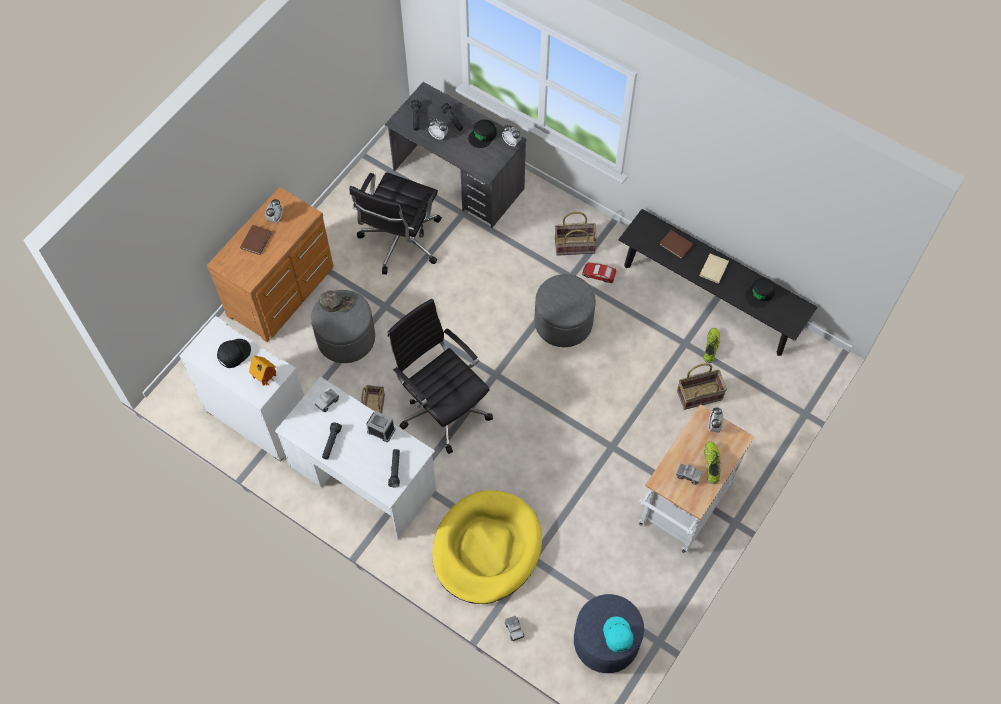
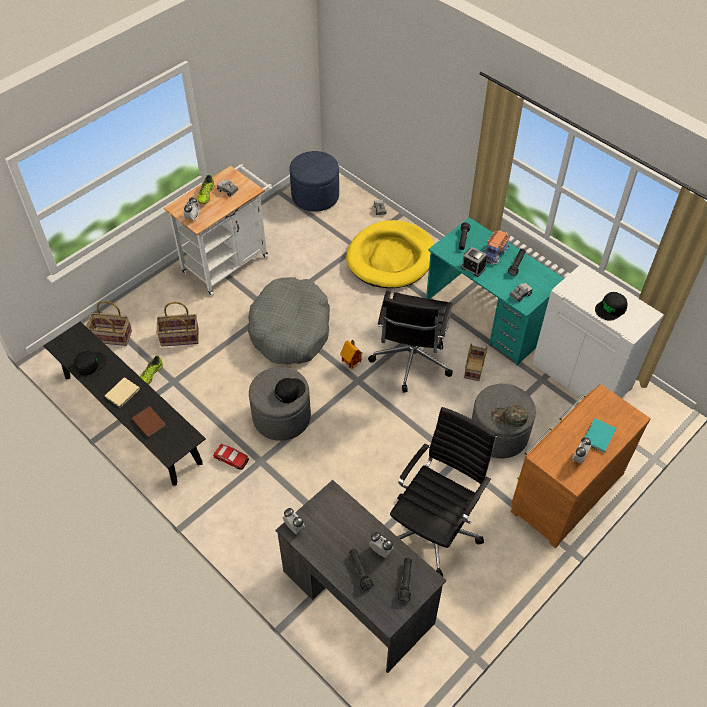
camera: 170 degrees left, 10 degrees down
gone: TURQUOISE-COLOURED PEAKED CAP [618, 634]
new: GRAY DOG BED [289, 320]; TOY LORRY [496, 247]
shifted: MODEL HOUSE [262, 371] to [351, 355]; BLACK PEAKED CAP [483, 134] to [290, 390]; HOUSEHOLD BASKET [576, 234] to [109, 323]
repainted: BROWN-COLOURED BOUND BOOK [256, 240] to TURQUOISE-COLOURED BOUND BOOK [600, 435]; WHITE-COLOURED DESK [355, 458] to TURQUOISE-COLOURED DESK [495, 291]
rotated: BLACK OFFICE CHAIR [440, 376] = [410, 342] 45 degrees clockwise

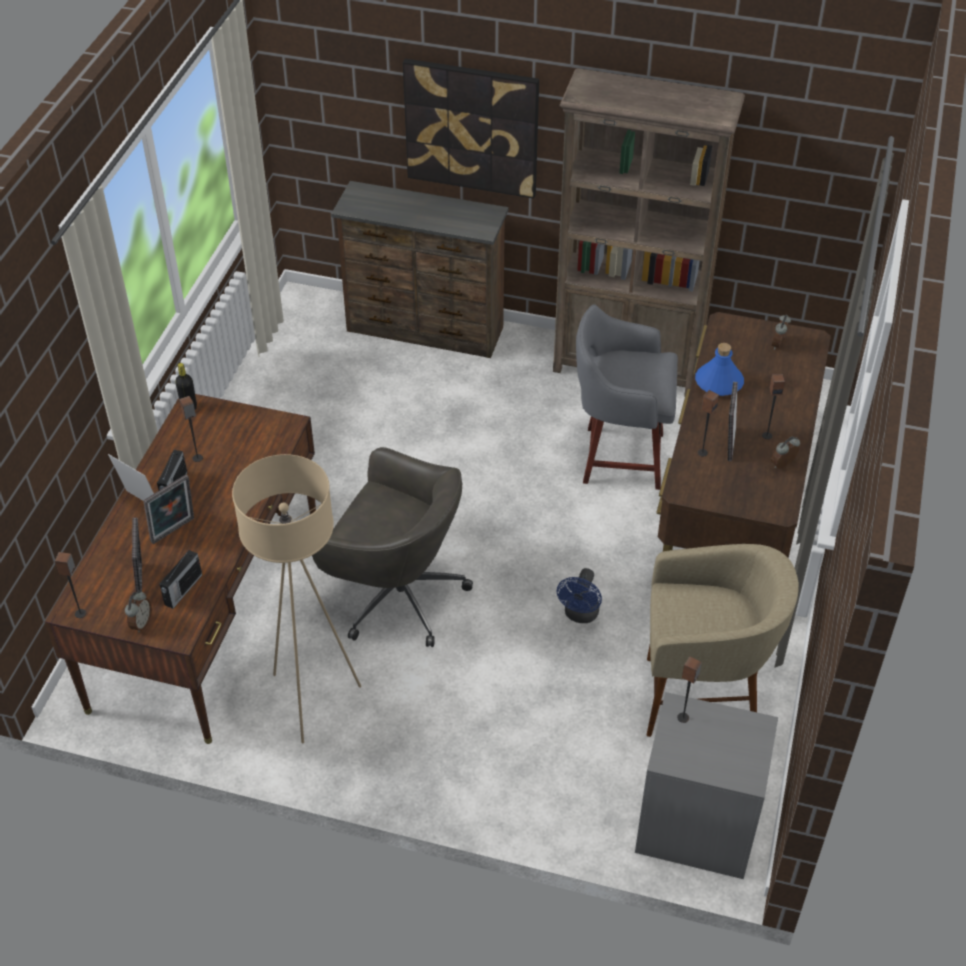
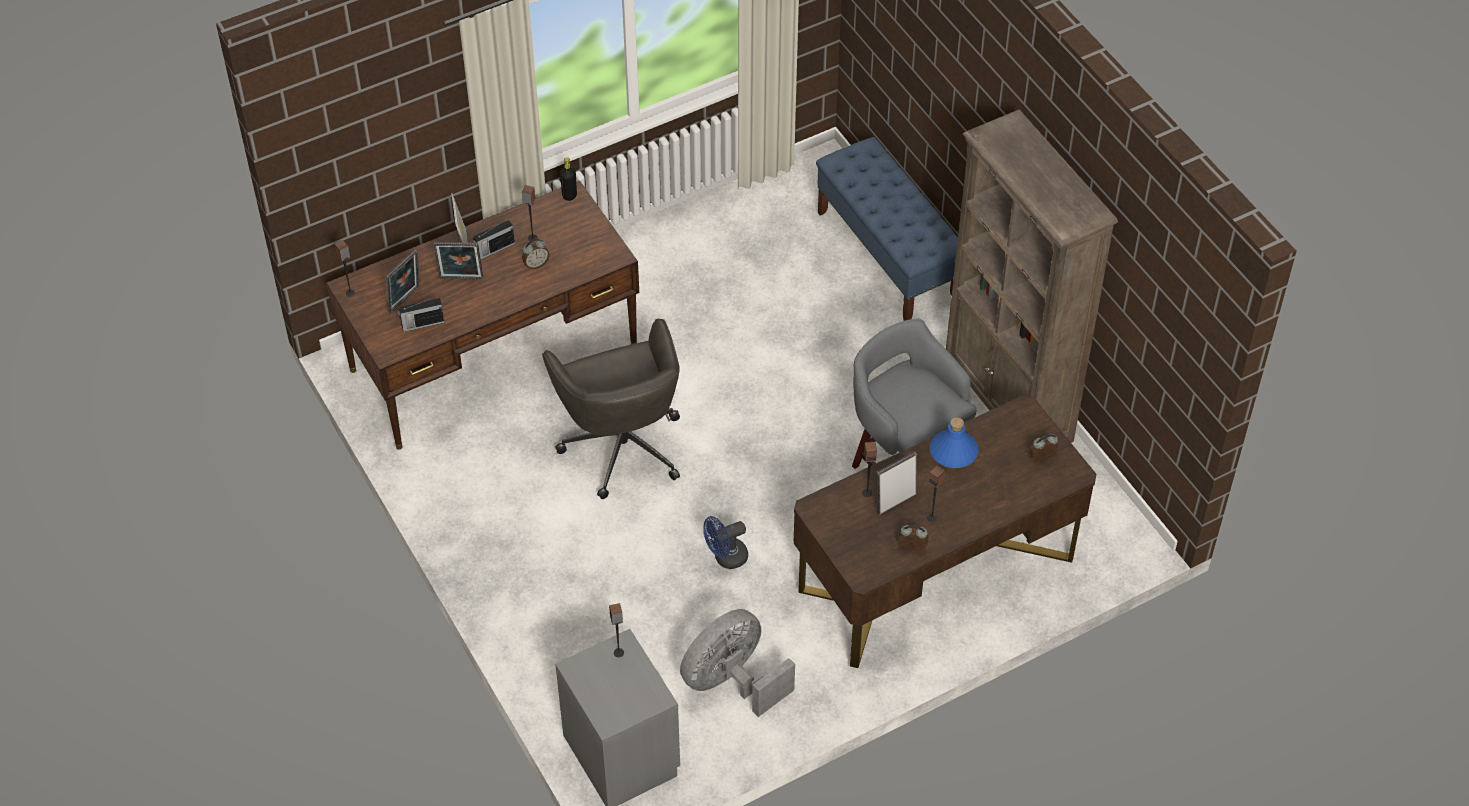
camera: 45 degrees right, 5 degrees up
gone: BEIGE STANDARD LAMP [296, 598]; WALL PICTURE [471, 129]
shifted: ALARM CLOCK [138, 612] to [536, 254]
swapped: BROWN-COLOURED CHEST OF DRAWERS [419, 269] to BLUE BENCH [887, 229]; BEIGE SITTING STOOL [723, 640] to GRAY COOLING FAN [737, 663]

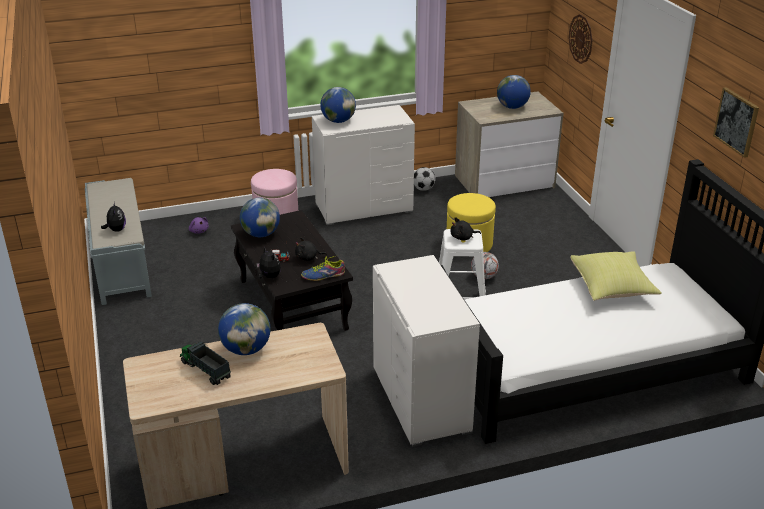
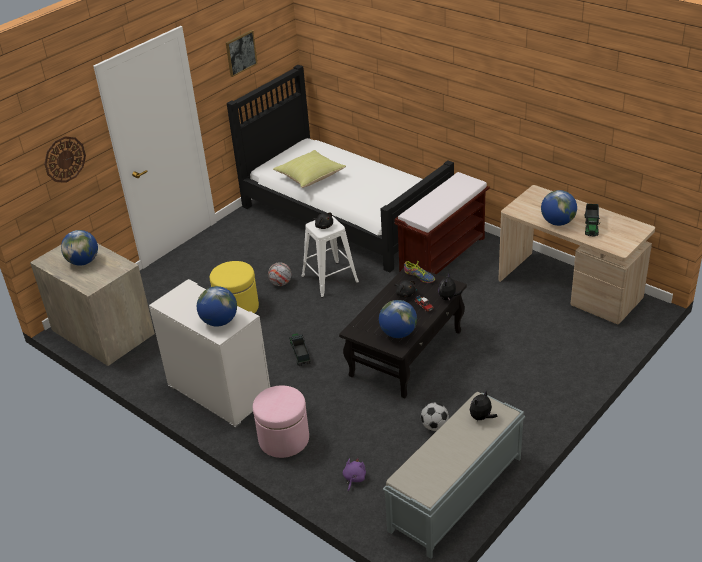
camera: 120 degrees left, 5 degrees up
new: TOY LORRY [299, 350]
shifted: FOOTBALL [424, 179] to [435, 417]
swapped: WHITE-COLOURED CHEST OF DRAWERS [426, 350] to BROWN-COLOURED BENCH [442, 223]

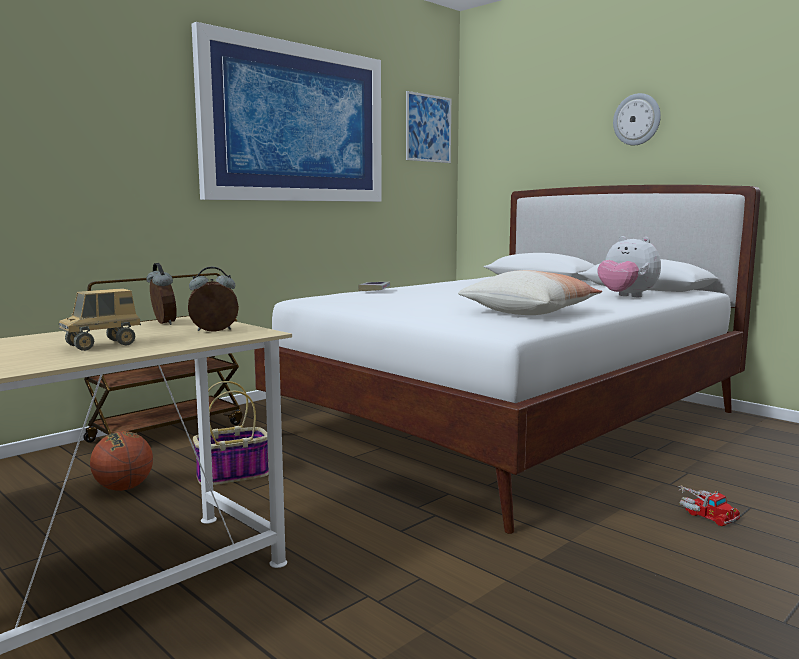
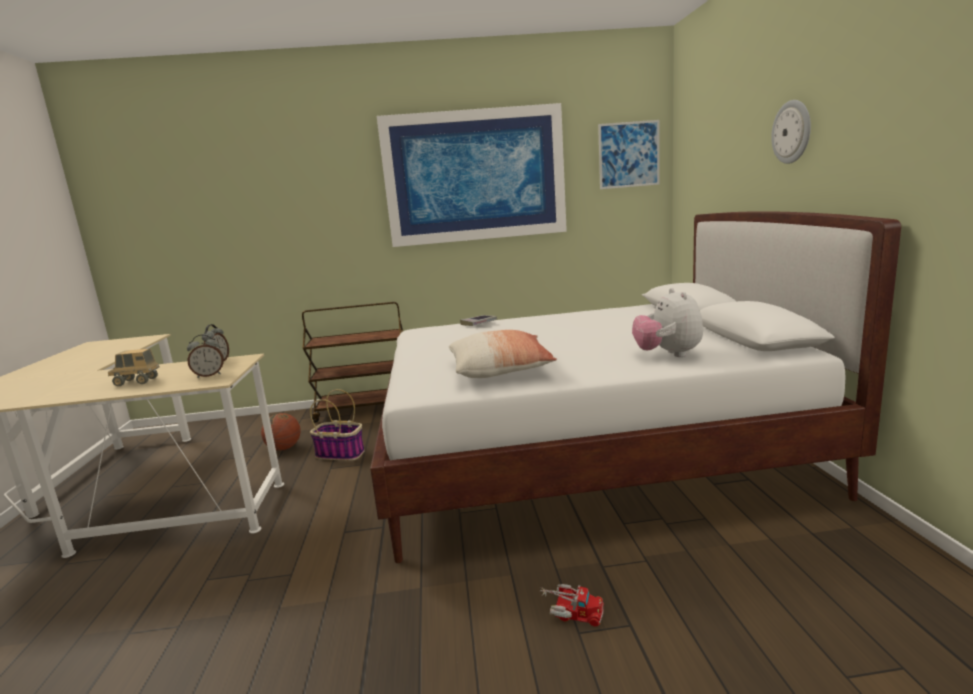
camera: 40 degrees right, 5 degrees up
rotated: ALARM CLOCK [213, 299] = [205, 356] 135 degrees clockwise; TOY LORRY [709, 505] = [572, 605] 75 degrees counterclockwise

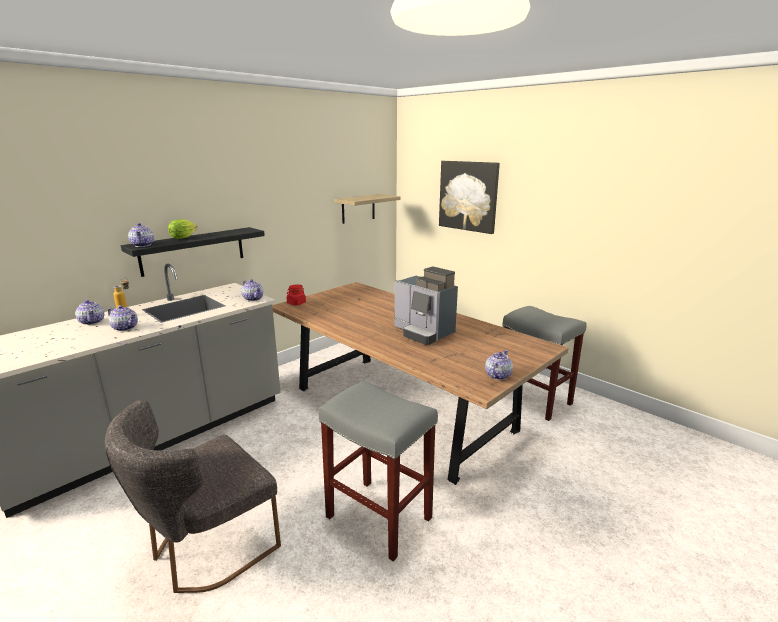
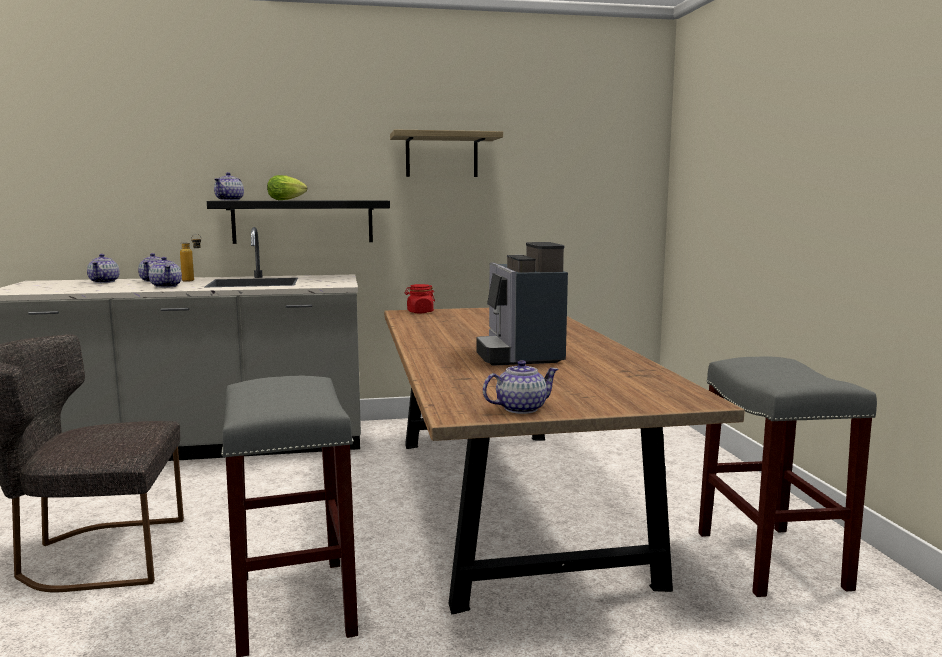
camera: 35 degrees right, 10 degrees down
gone: WALL PICTURE [469, 197]
shifted: TEA POT [252, 290] to [103, 268]; WALL SHELF [367, 209] to [446, 153]

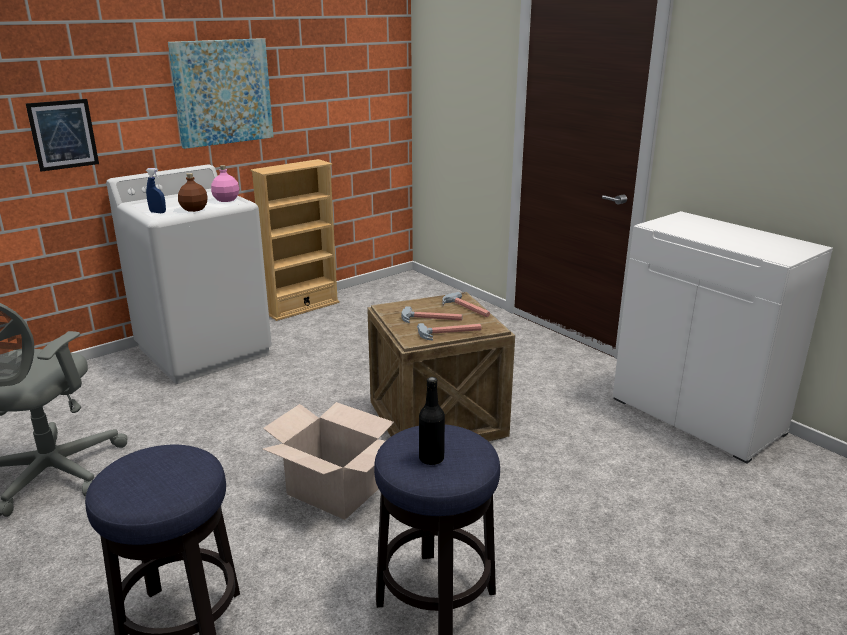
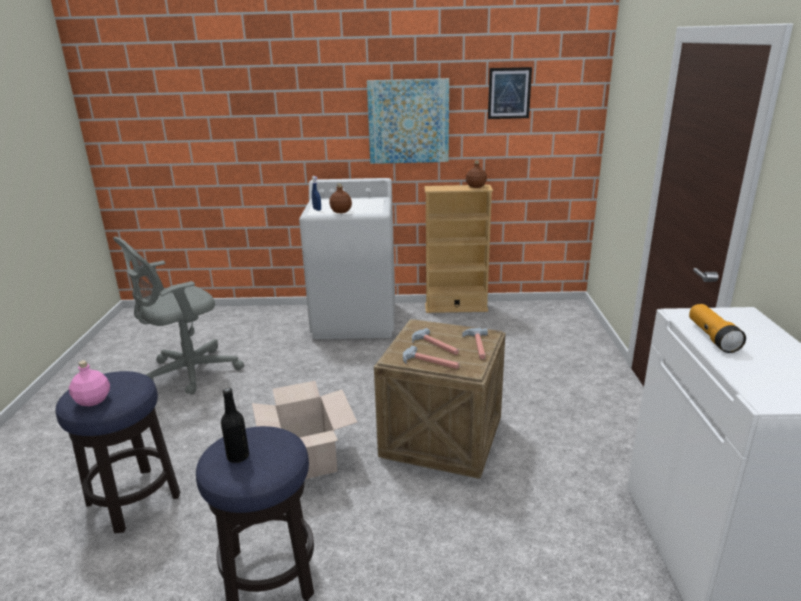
camera: 40 degrees right, 0 degrees up
new: BROWN-COLOURED BEVERAGE BOTTLE [476, 174]; TORCH [717, 328]
shifted: WALL PICTURE [62, 135] to [510, 93]; PINK BEVERAGE BOTTLE [225, 183] to [89, 383]

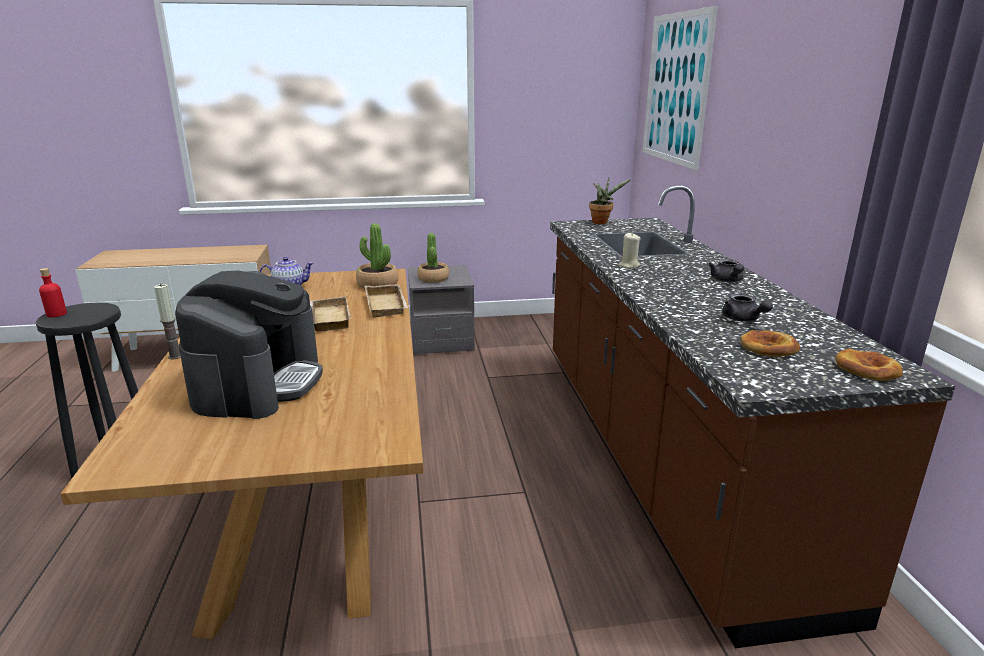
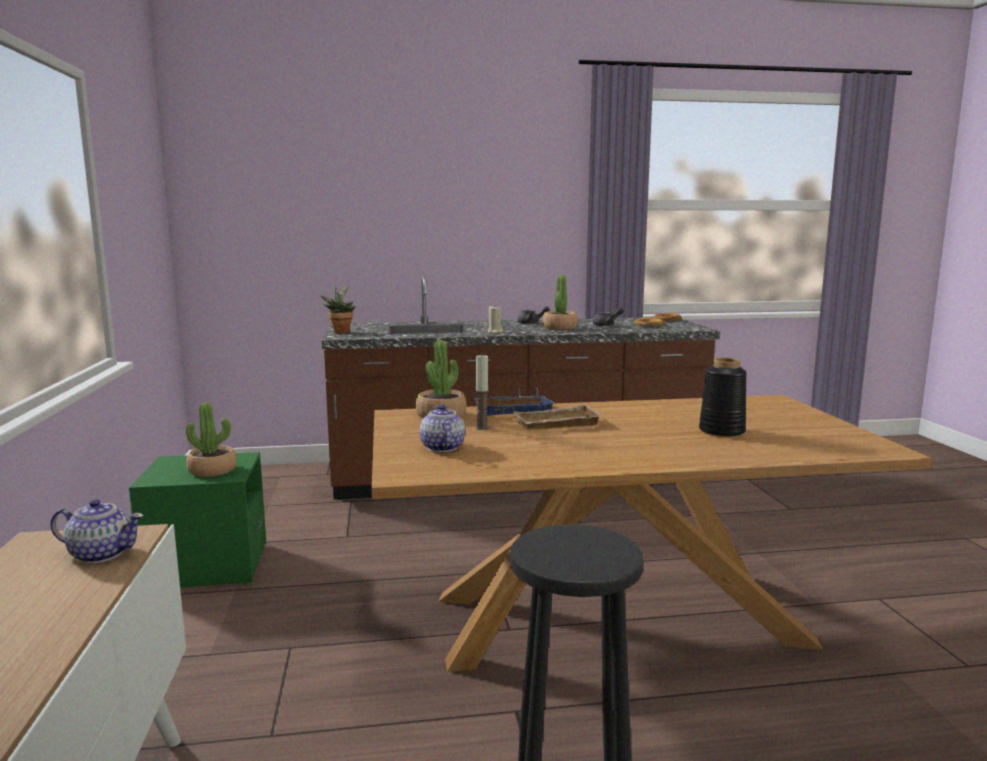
camera: 90 degrees left, 10 degrees down
gone: REDDISH BEVERAGE BOTTLE [53, 292]; WALL PICTURE [680, 88]
new: TEA POT [97, 531]; PLANT IN A POT [560, 302]
shifted: CANDLE [167, 321] to [482, 392]
swapped: COFFEE MAKER [249, 345] to BLACK DECORATIVE VASE [723, 397]
repainted: BEIGE SERVING TRAY [386, 301] to BLUE SERVING TRAY [514, 405]; GRAY NIGHT TABLE [441, 310] to GREEN NIGHT TABLE [197, 520]

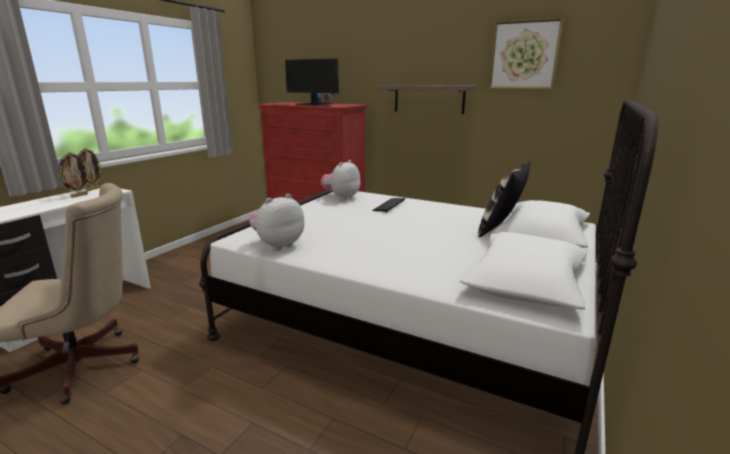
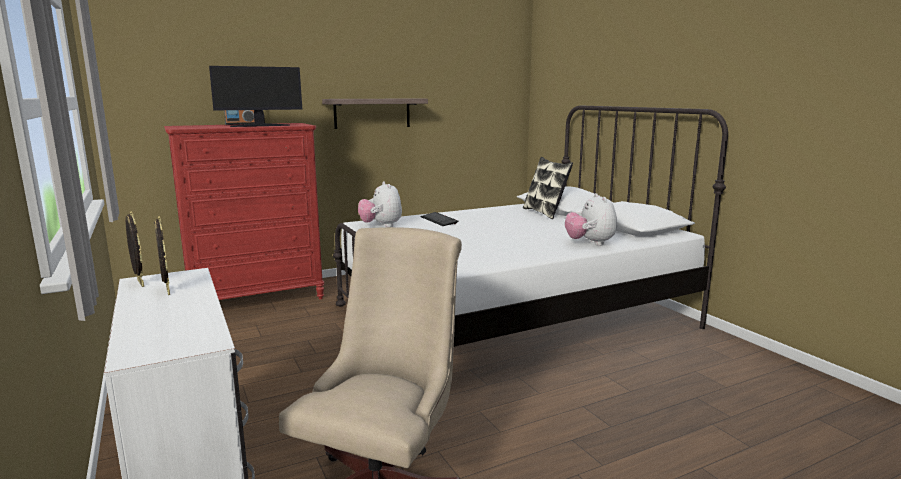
camera: 55 degrees left, 5 degrees down
gone: WALL PICTURE [526, 53]
shifted: SOFT TOY [276, 222] to [591, 219]

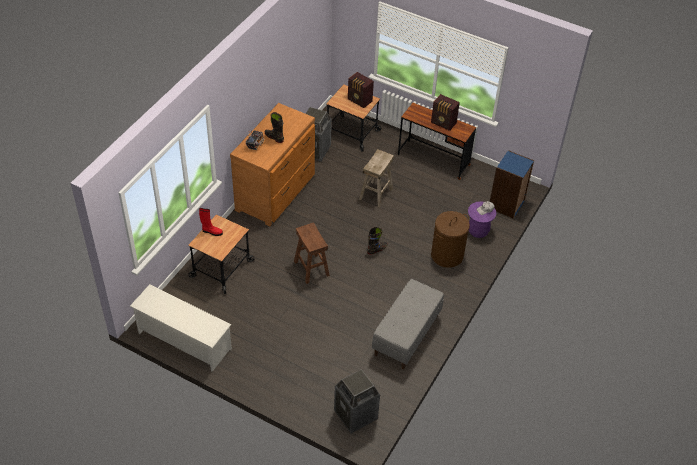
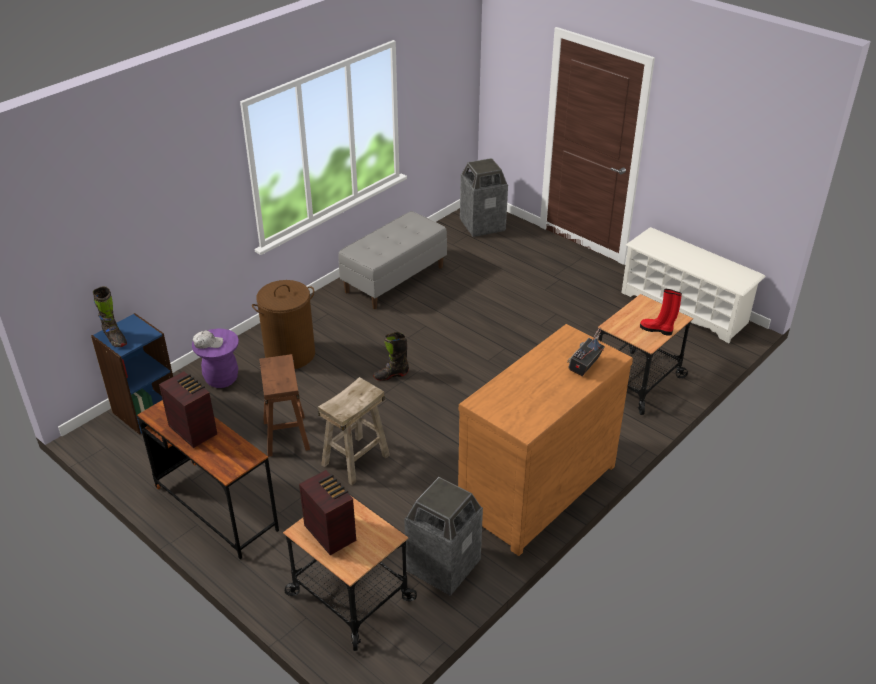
camera: 165 degrees left, 10 degrees down
shifted: BLACK TALL BOOT [274, 127] to [110, 316]; BROWN-COLOURED SITTING STOOL [312, 253] to [284, 405]

